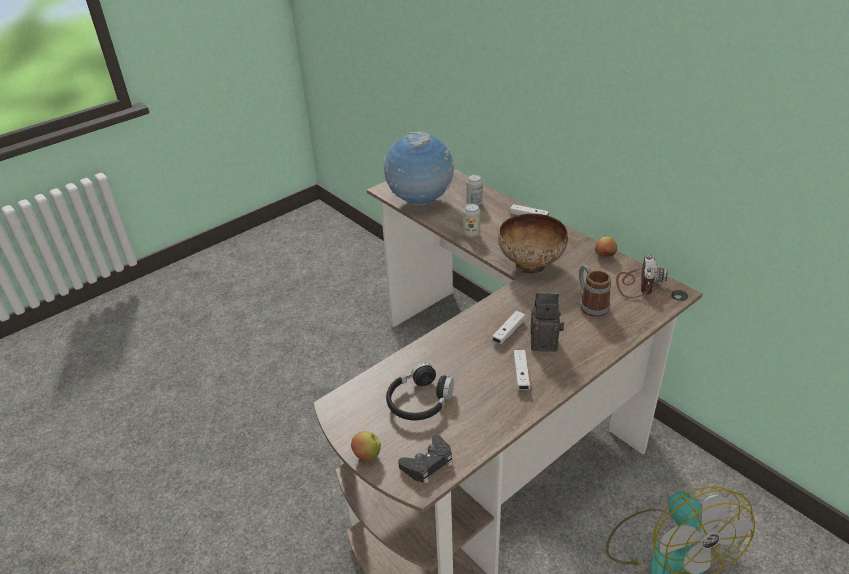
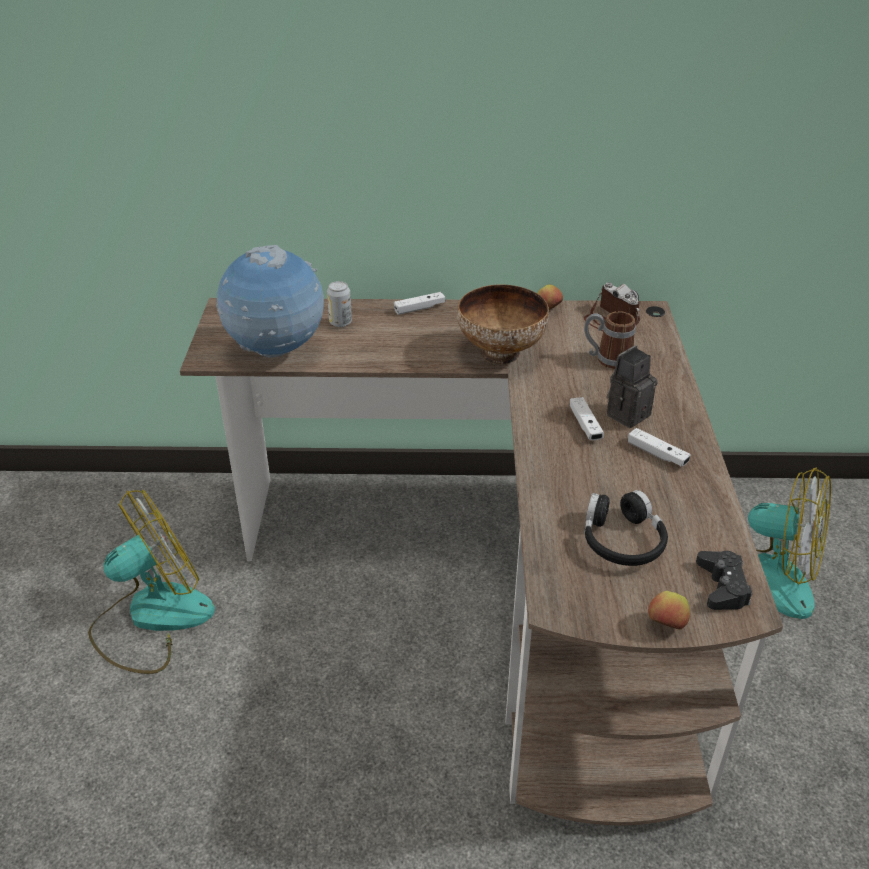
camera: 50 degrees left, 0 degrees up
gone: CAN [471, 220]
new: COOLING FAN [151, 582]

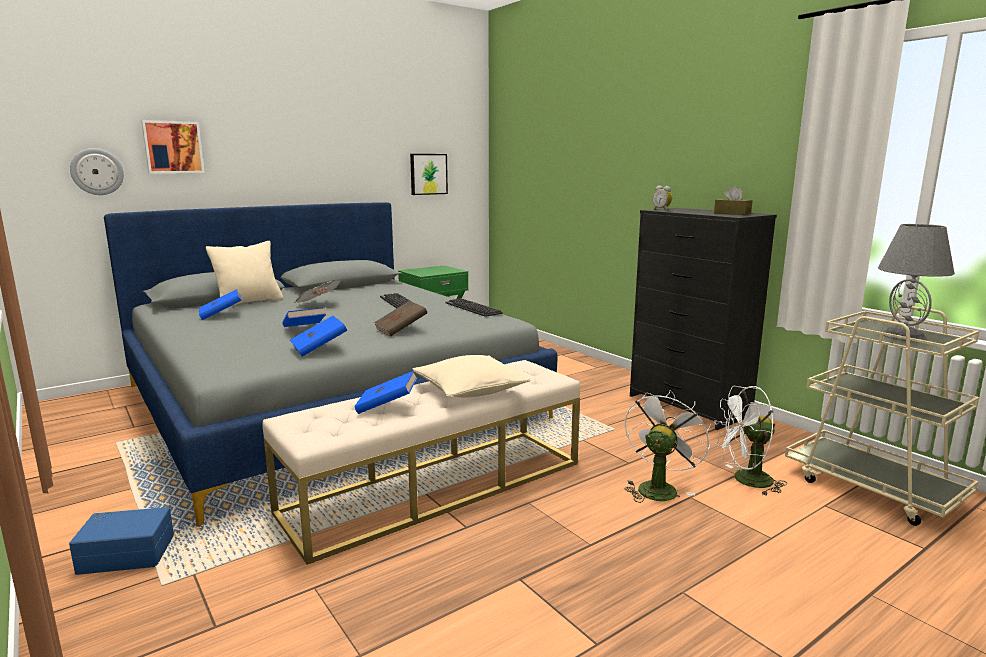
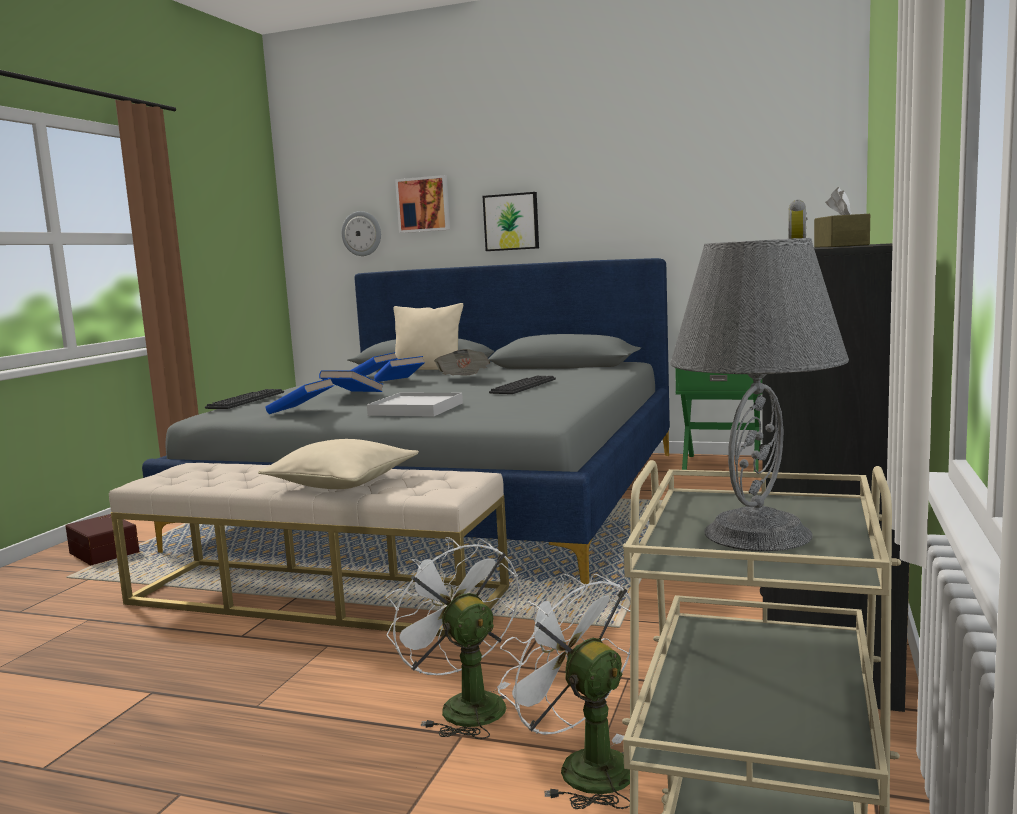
camera: 55 degrees right, 5 degrees down
shifted: BLUE BOUND BOOK [385, 392] to [399, 369]; WALL PICTURE [429, 174] to [511, 221]; COMPUTER KEYBOARD [474, 307] to [244, 399]
swapped: BROWN-COLOURED BOUND BOOK [400, 319] to WHITE-COLOURED SERVING TRAY [415, 404]
repainted: BLUE STORAGE CONTAINER [121, 541] to BROWN-COLOURED STORAGE CONTAINER [103, 539]
rotated: WHITE-COLOURED COOLING FAN [668, 446] = [452, 638] 120 degrees counterclockwise

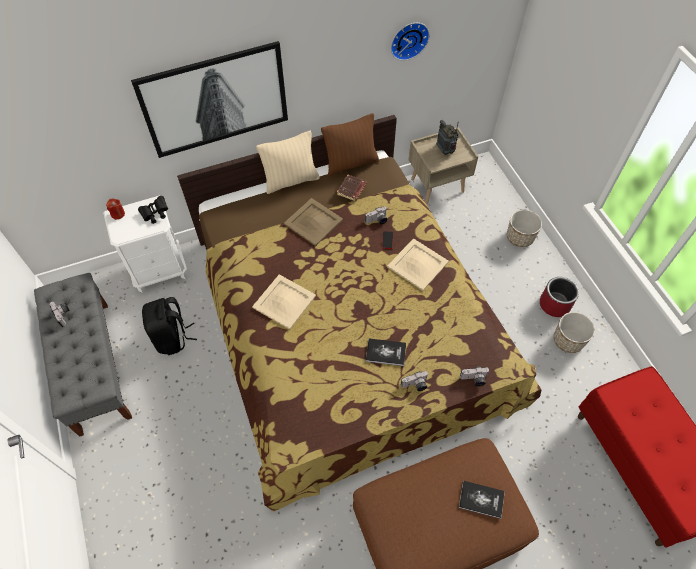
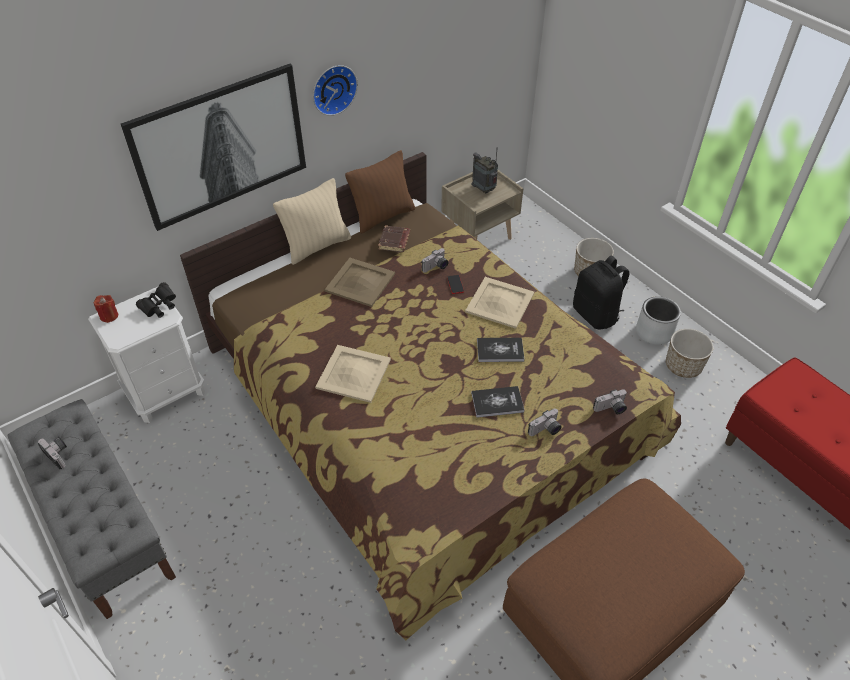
camera: 15 degrees left, 10 degrees down
shifted: BLACK RUCKSACK [169, 326] to [601, 292]; HANGING CLOCK [410, 42] to [335, 90]; BOUND BOOK [482, 500] to [500, 350]
repainted: REDDISH FLOWER POT [559, 297] to GRAY FLOWER POT [658, 320]

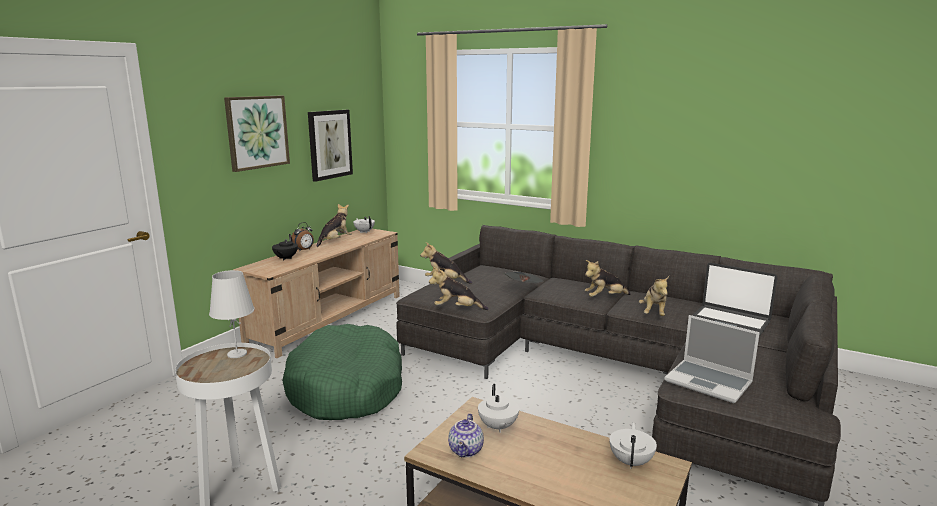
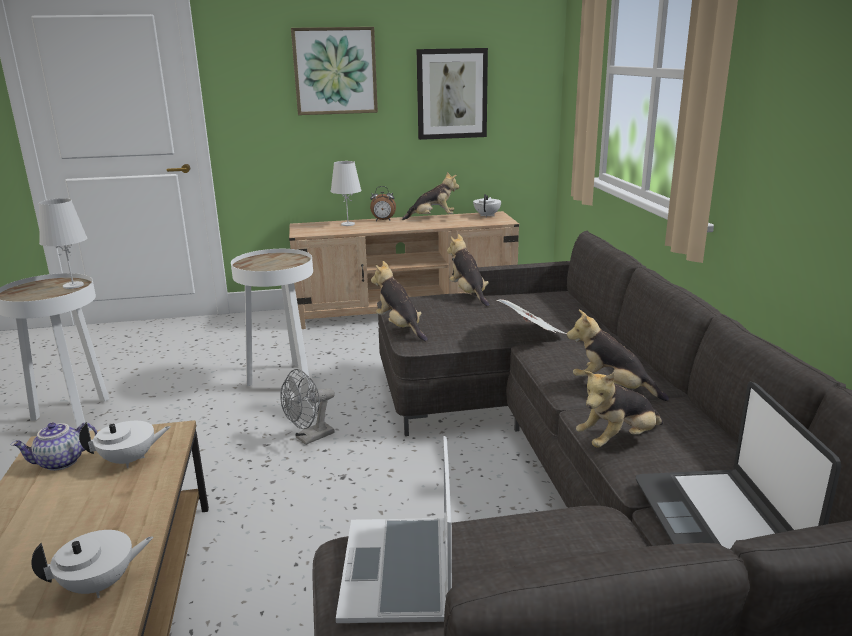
camera: 50 degrees right, 5 degrees up
new: GRAY COOLING FAN [307, 407]
swapped: BLACK TEA POT [285, 247] to WHITE-COLOURED LAMP FOR A TABLE [346, 193]; GREEN DOG BED [342, 372] to WHITE-COLOURED SIDE TABLE [272, 318]
rotated: WHITE-COLOURED TEA POT [498, 408] = [125, 444] 150 degrees counterclockwise

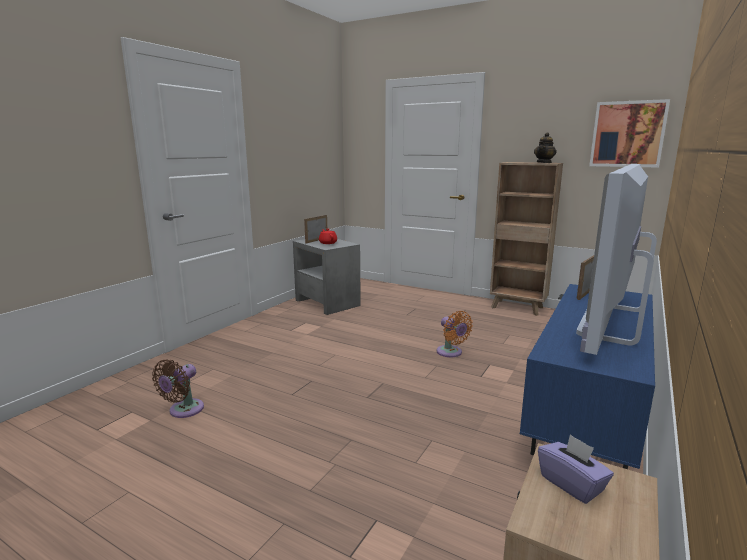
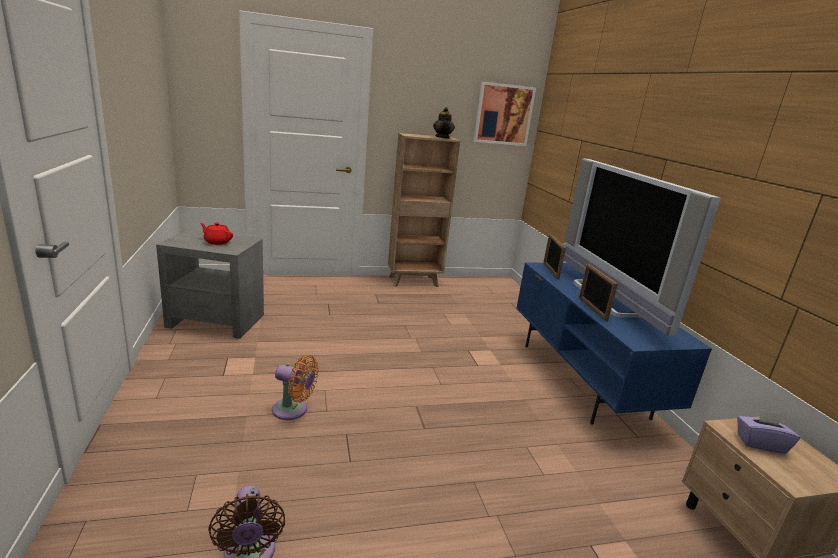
camera: 45 degrees left, 5 degrees up
shifted: PICTURE FRAME [315, 229] to [598, 292]; ORANGE-COLOURED COOLING FAN [455, 334] to [295, 387]

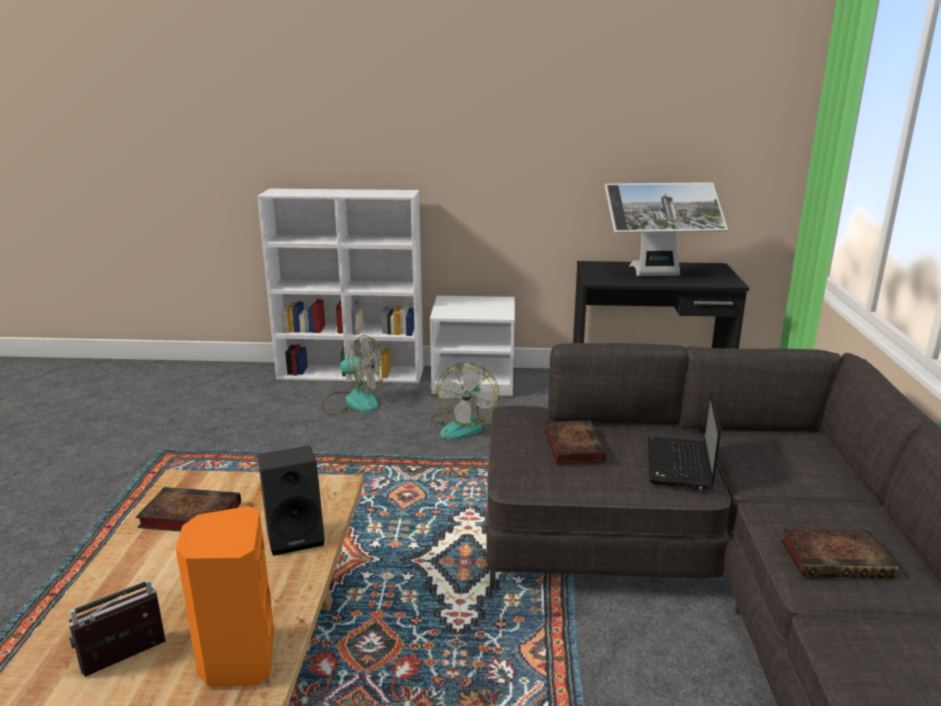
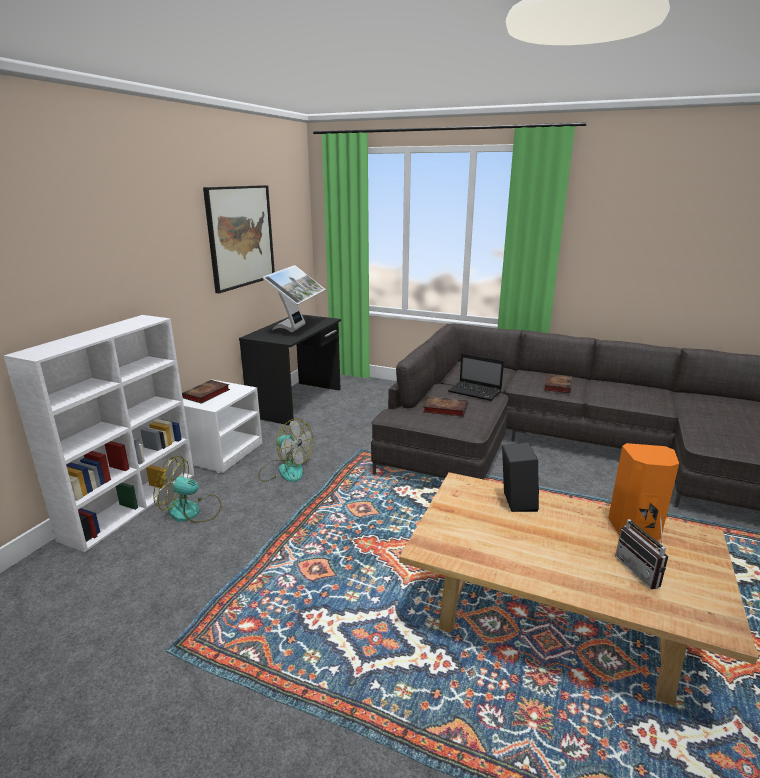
camera: 70 degrees left, 0 degrees up
new: WALL PICTURE [239, 239]
shifted: BOUND BOOK [188, 509] to [206, 392]
rotated: COOLING FAN [353, 375] = [187, 489] 120 degrees counterclockwise

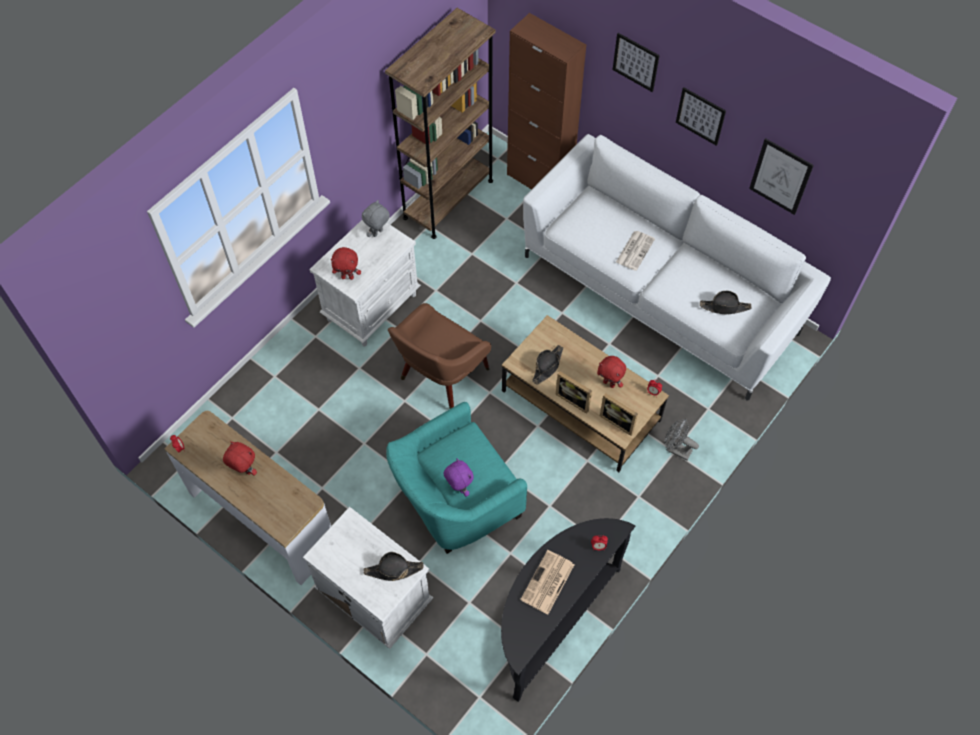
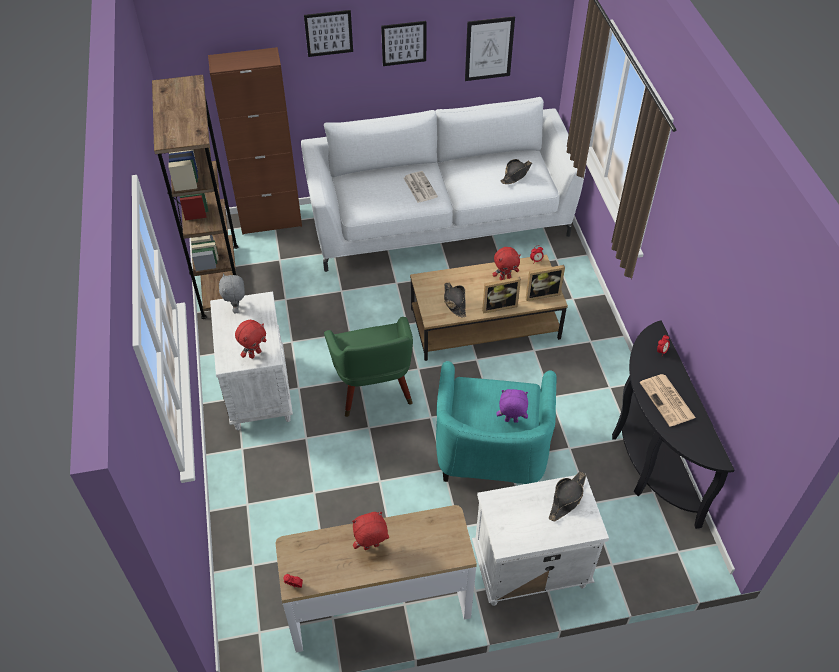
camera: 50 degrees left, 10 degrees down
gone: GRAY COOLING FAN [681, 439]
repainted: BROWN-COLOURED ARMCHAIR [439, 356] to GREEN ARMCHAIR [368, 367]

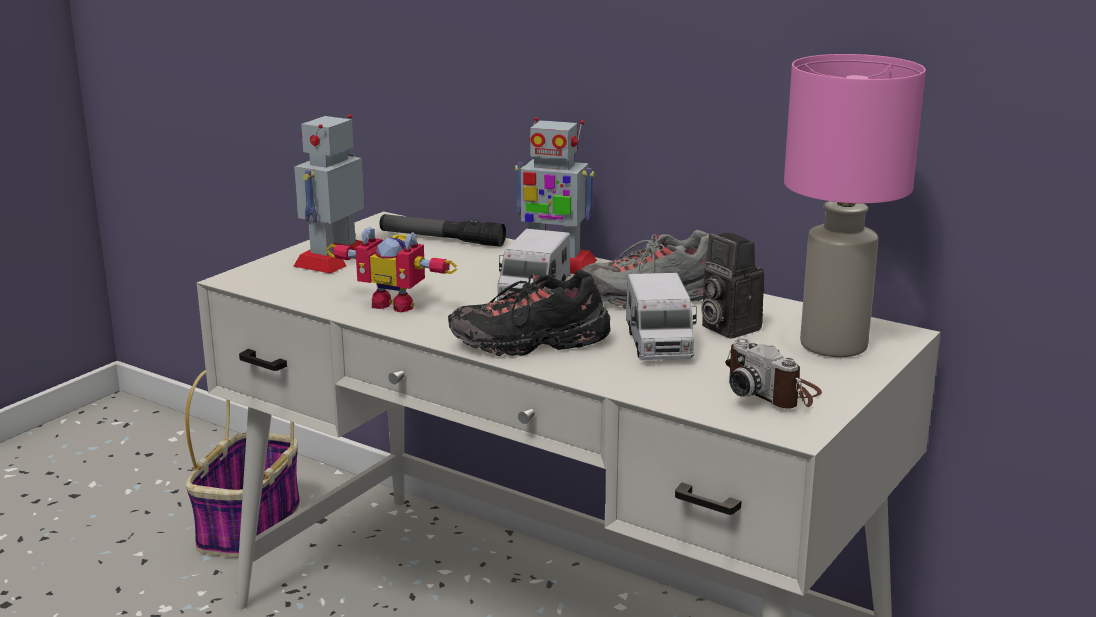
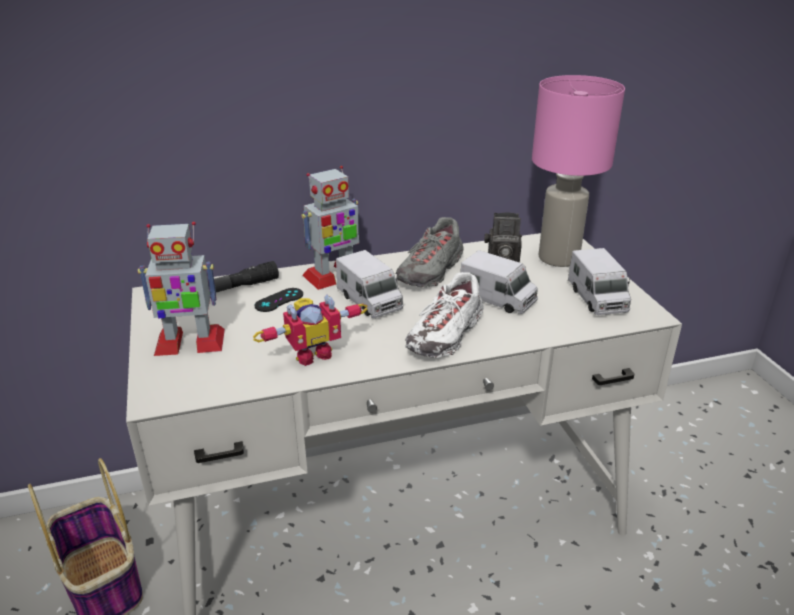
camera: 50 degrees left, 10 degrees up
new: BLACK GAME CONTROLLER [279, 300]
swapped: STILL CAMERA [773, 373] to TOY LORRY [599, 281]
repainted: BLACK SHOE [529, 313] to WHITE-COLOURED SHOE [444, 315]
rotated: MODEL ROBOT [329, 194] = [181, 289] 75 degrees counterclockwise

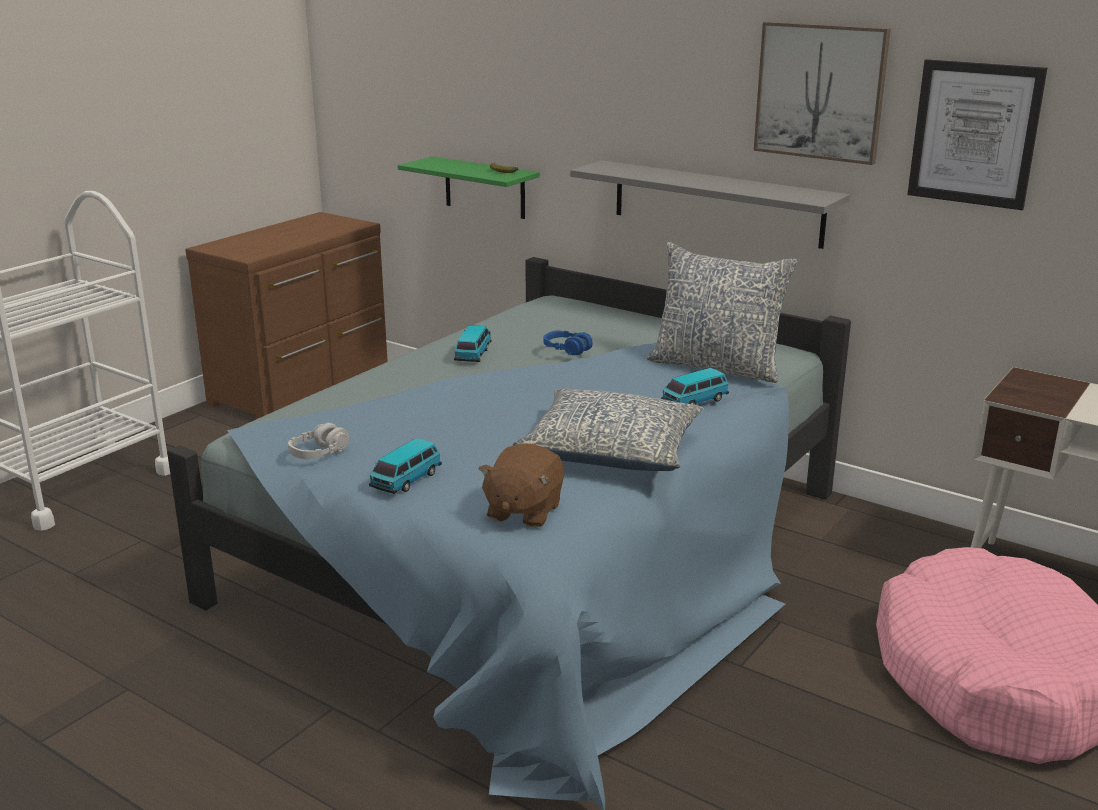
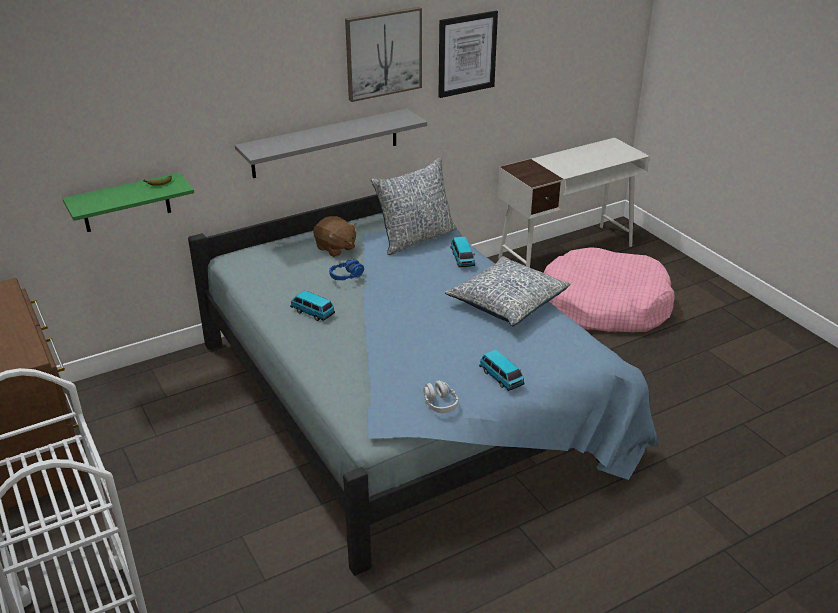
camera: 65 degrees left, 10 degrees up
shifted: BROWN-COLOURED SOFT TOY [521, 486] to [334, 236]

